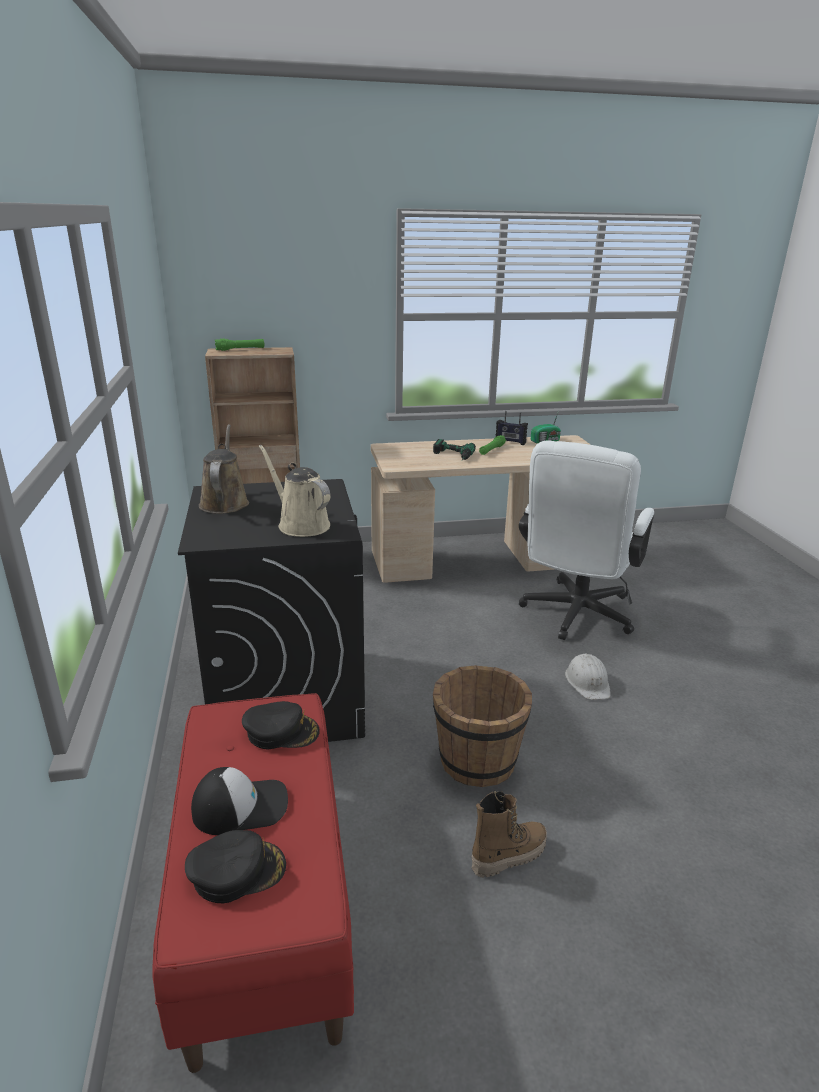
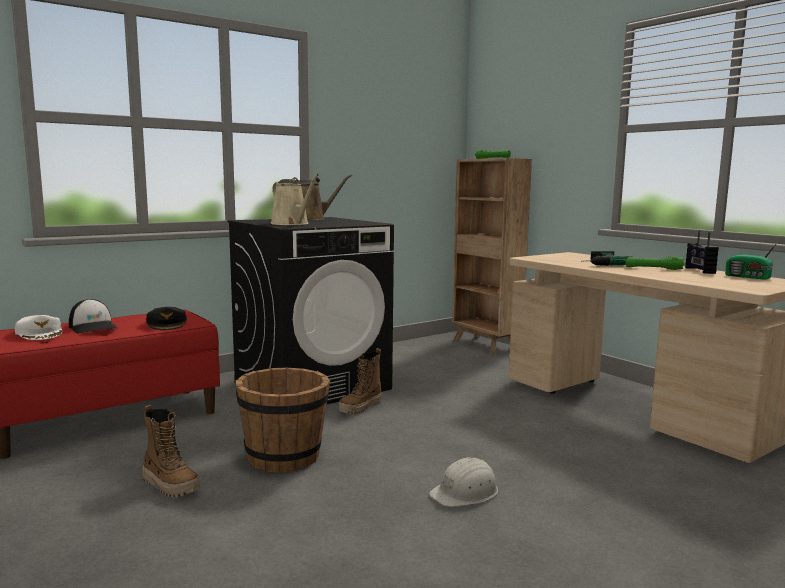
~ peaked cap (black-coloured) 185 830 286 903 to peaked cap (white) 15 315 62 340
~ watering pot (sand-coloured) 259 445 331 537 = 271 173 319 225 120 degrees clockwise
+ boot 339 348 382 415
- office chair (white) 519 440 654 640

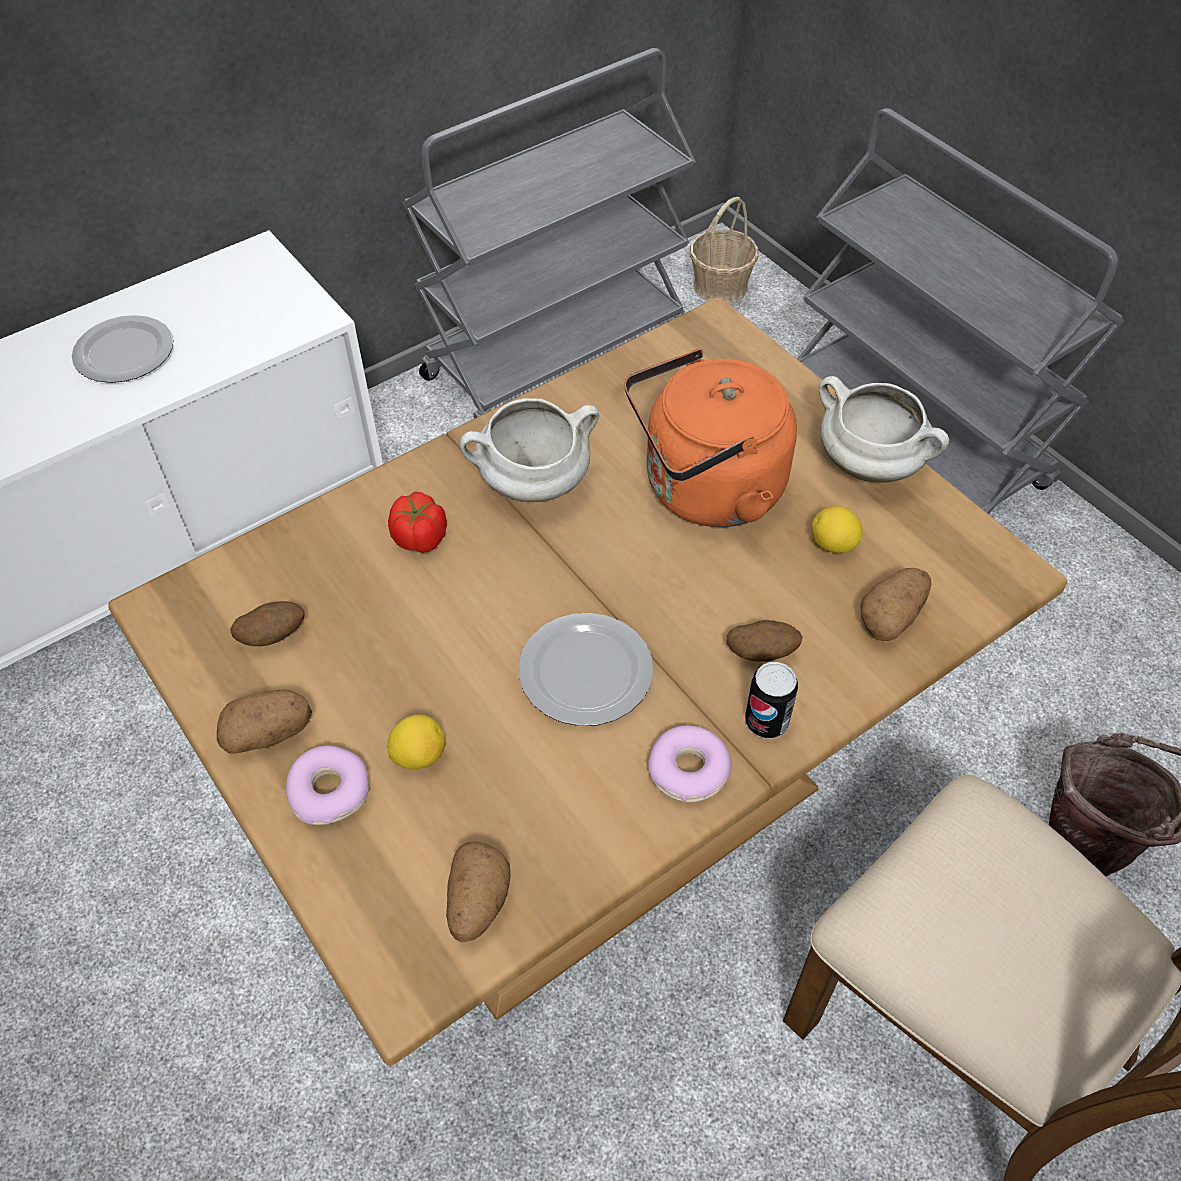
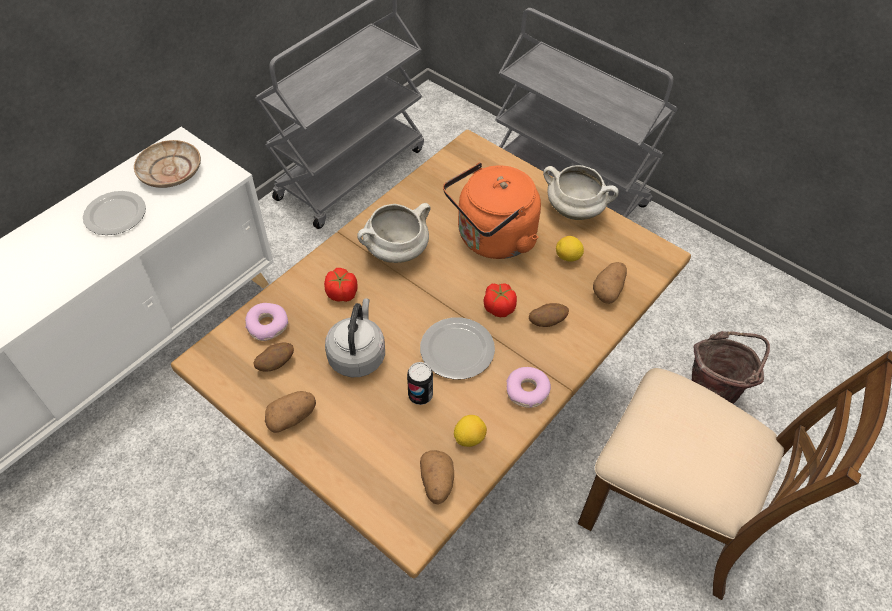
+ flat dish (sand-coloured) 134 140 201 188
~ doughnut 285 745 369 825 to 245 303 288 341
+ kettle (greyish) 325 298 385 377
~ metal can 745 662 798 739 to 407 362 433 405
~ lemon 387 715 445 769 to 454 415 487 447
+ whole tomato 484 283 517 317
- storage basket 690 197 758 304

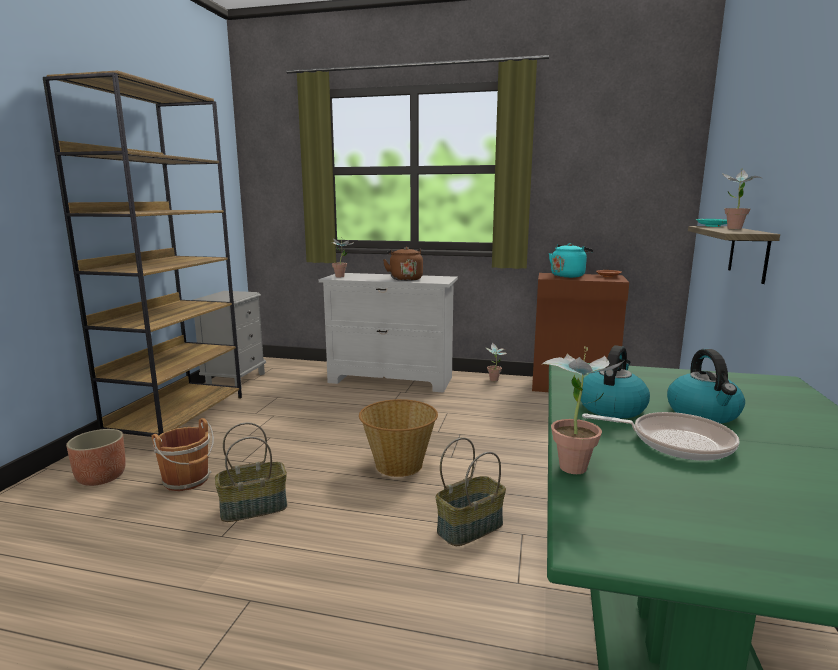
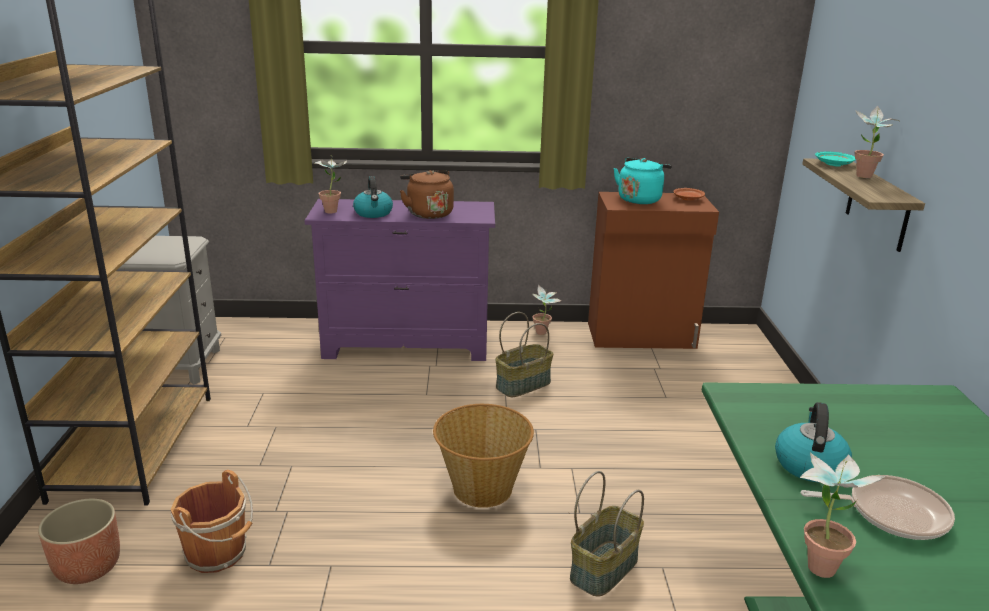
~ drawer chest (white) 319 273 458 393 to drawer chest (purple-coloured) 304 199 495 361
~ kettle 667 349 745 423 to 353 176 393 218
~ storage basket 215 422 287 522 to 495 312 554 397

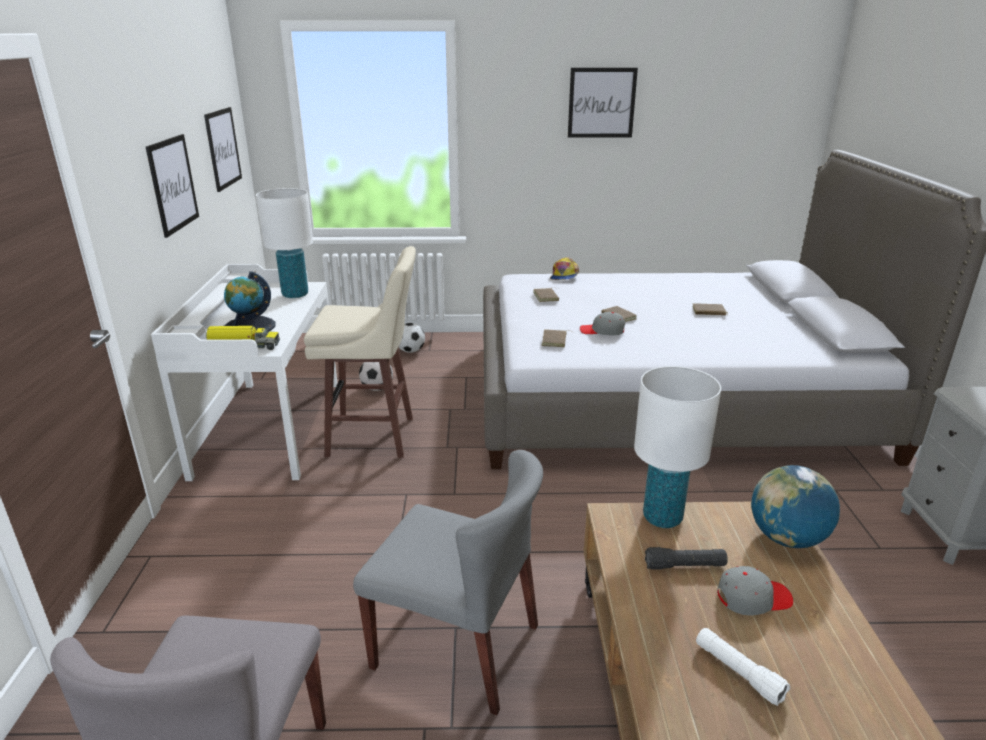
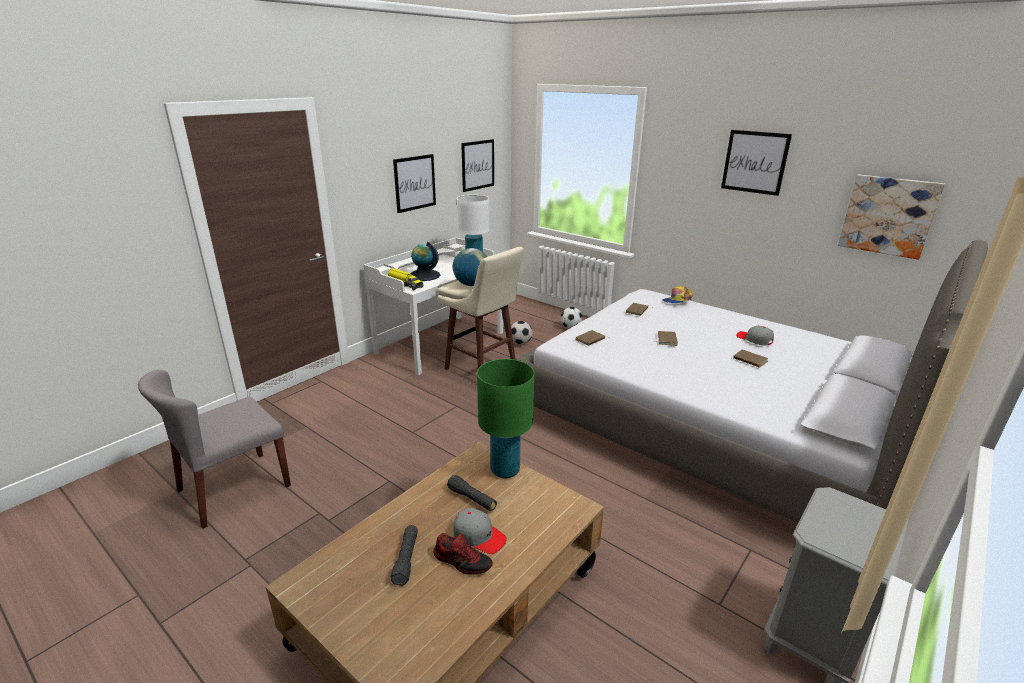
~ torch (white) 696 628 790 706 to torch (black-coloured) 391 525 418 586
+ shoe 433 533 493 575
~ world globe 751 465 840 548 to 453 248 487 286
~ lamp for a table (white) 634 366 721 528 to lamp for a table (greenish) 477 359 535 478
~ peaked cap (greyish) 580 312 625 336 to 736 326 774 346
+ picture 838 175 945 260
- upright chair (greyish) 353 450 543 715

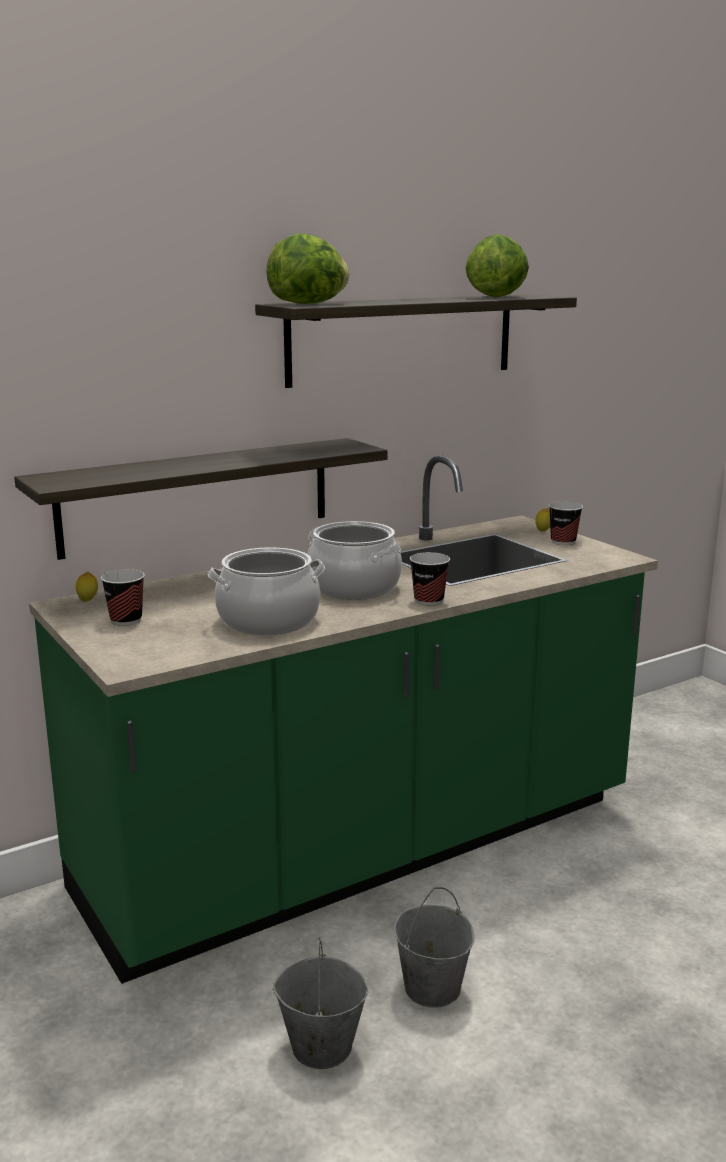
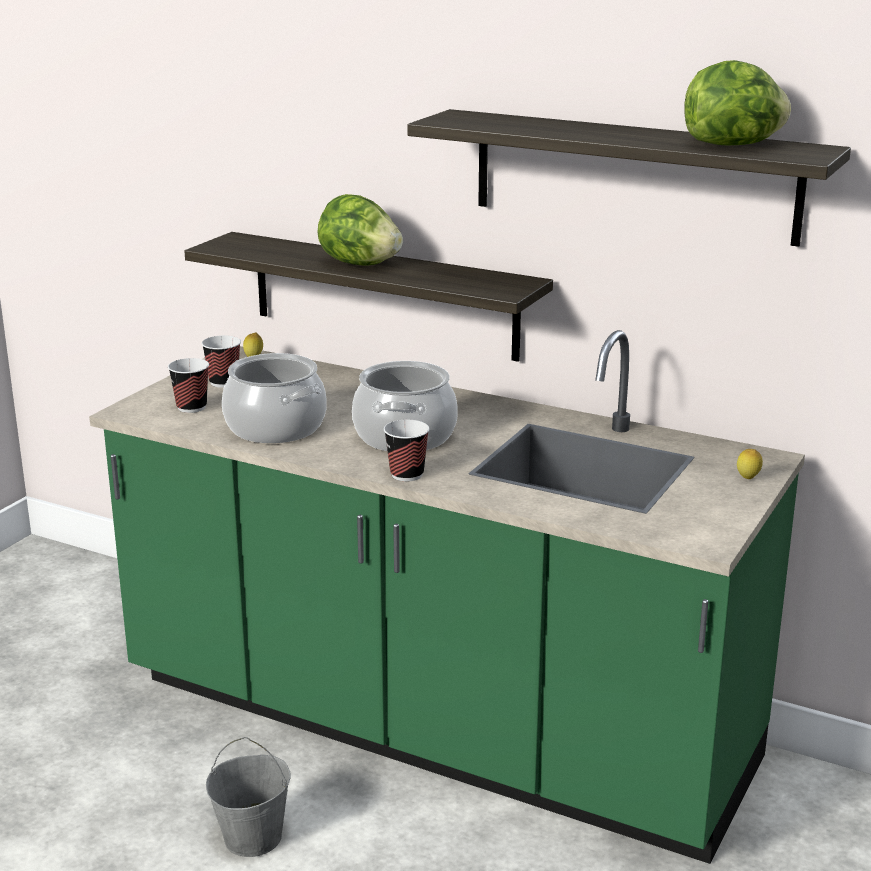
~ small cup 549 501 583 545 to 168 358 209 413
~ lettuce head 266 234 350 304 to 317 194 403 265
- bucket (greyish) 273 938 368 1069

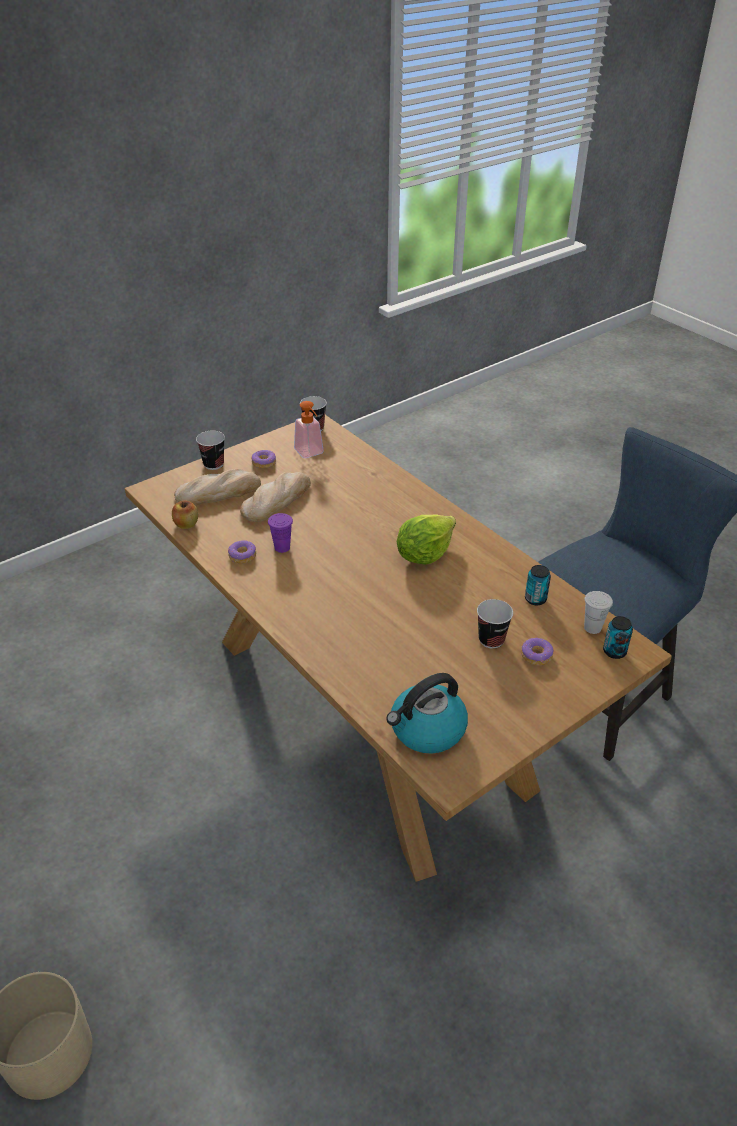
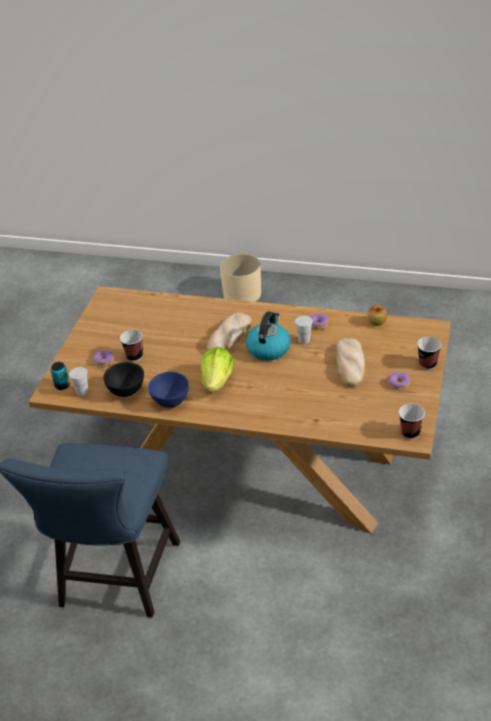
~ metal can 525 565 551 606 to deep dish (black-coloured) 103 362 144 397
+ deep dish (bluish) 148 371 189 408
~ bread 174 469 261 506 to 206 312 252 351
~ kettle 386 673 468 753 to 246 311 291 361
~ small cup (purple-coloured) 268 513 293 553 to small cup (white) 295 316 313 344
- soap dispenser 294 401 324 458

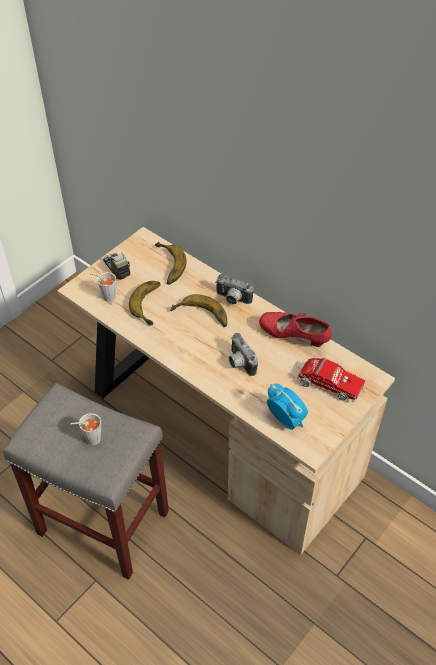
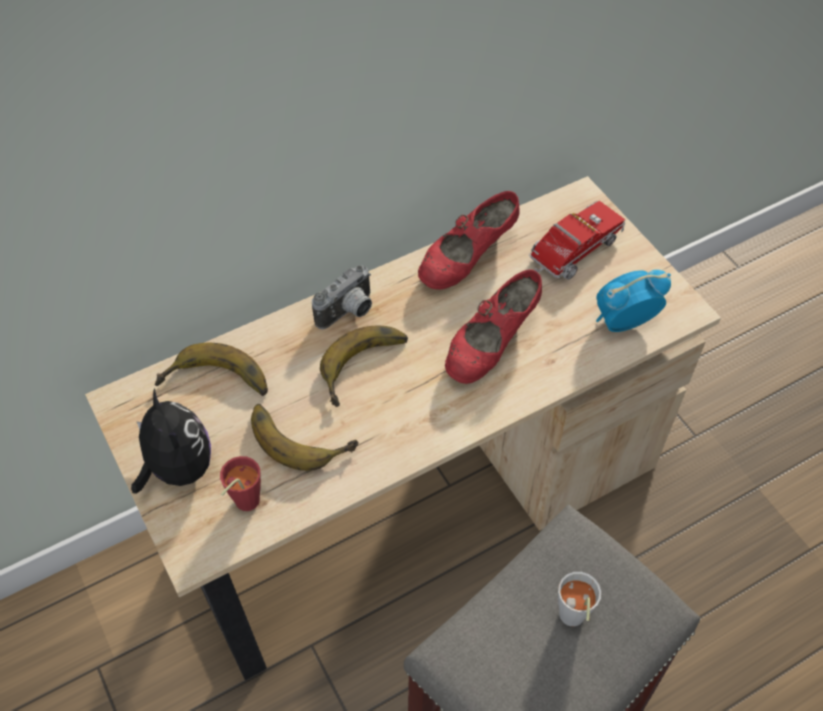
~ toy truck 103 253 130 280 to plush toy 131 388 211 494
~ small cup (greyish) 89 272 116 302 to small cup (red) 220 456 261 511
~ photo camera 229 333 258 376 to shoe (red) 445 269 542 384

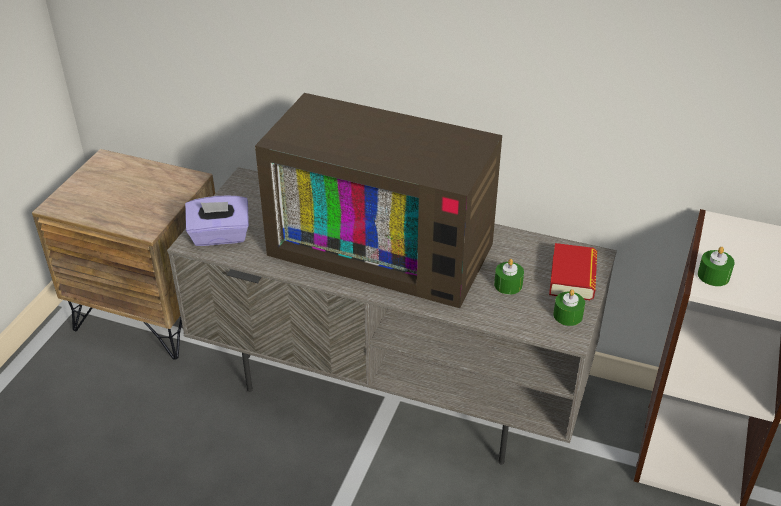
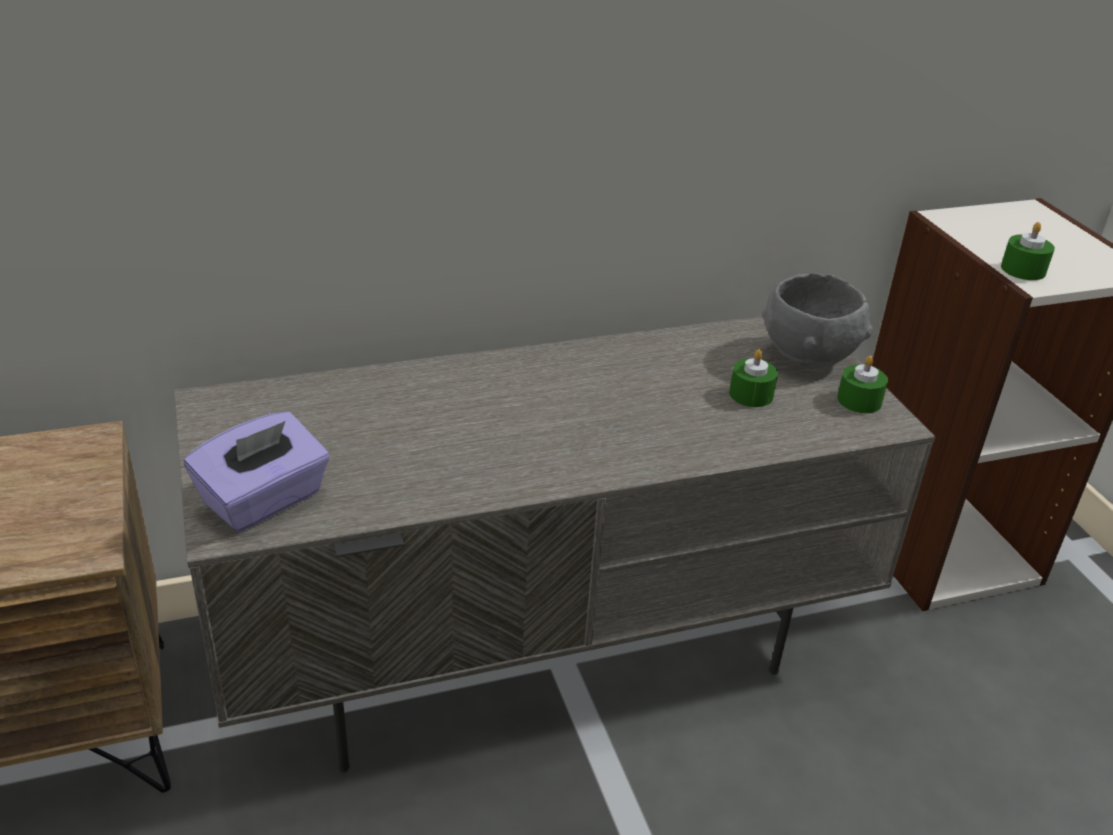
~ bound book 549 243 597 300 to deep dish (greyish) 762 273 873 367
- television 255 93 502 308

